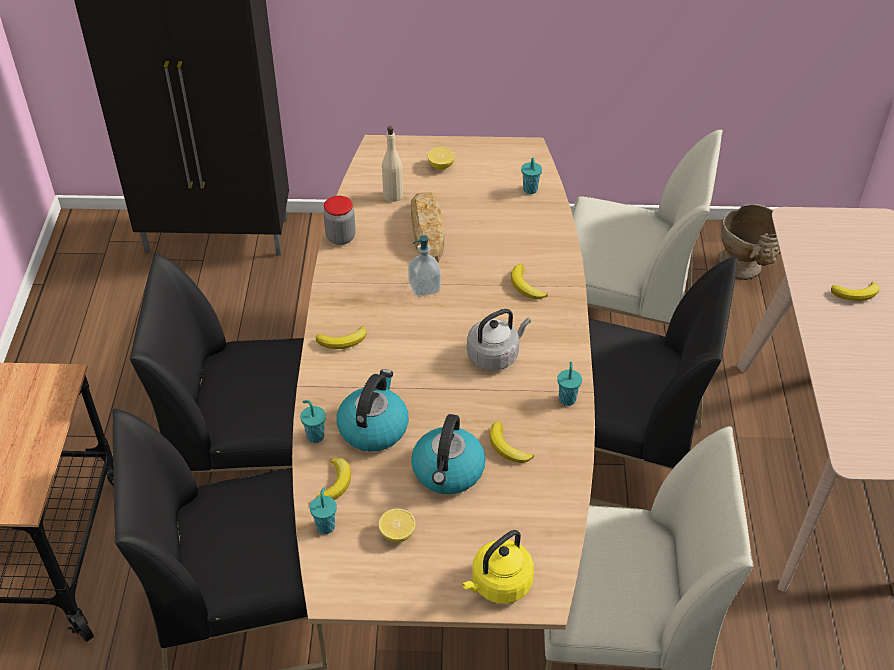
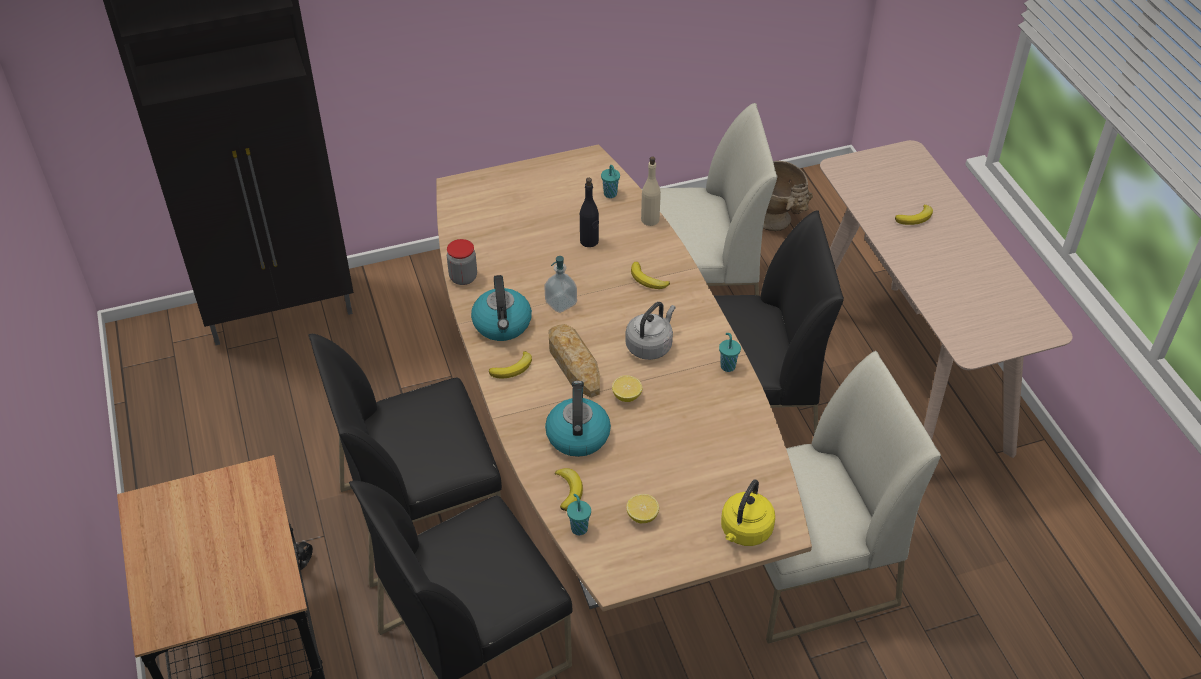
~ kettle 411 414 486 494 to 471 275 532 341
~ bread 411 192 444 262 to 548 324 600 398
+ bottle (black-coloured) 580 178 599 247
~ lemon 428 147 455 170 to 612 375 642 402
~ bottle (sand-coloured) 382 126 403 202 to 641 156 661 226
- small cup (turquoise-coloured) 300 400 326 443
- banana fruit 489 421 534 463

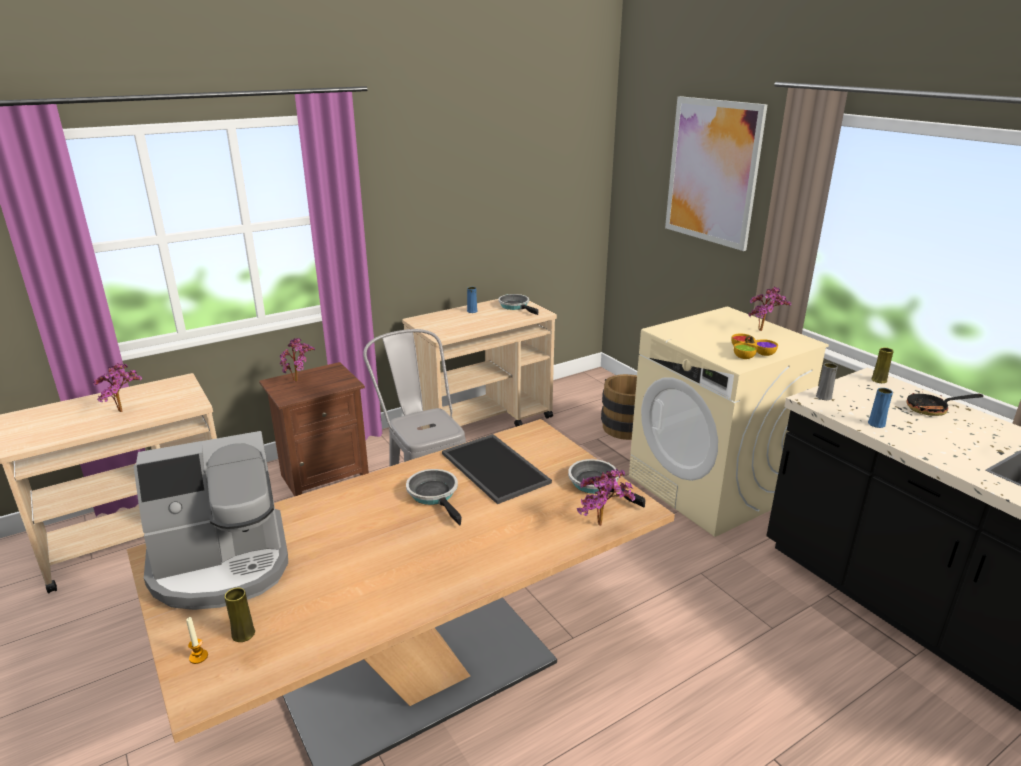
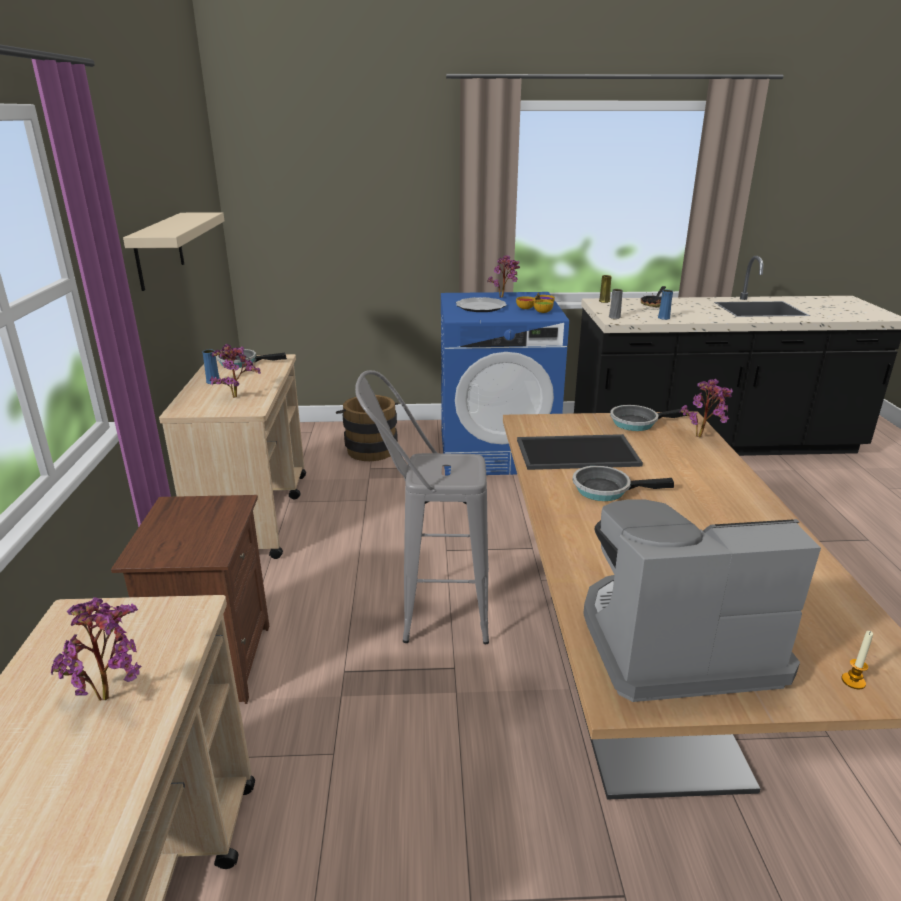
+ shelf (sand-coloured) 123 212 224 291
~ houseplant 280 338 315 382 to 210 344 261 398
~ washing machine (sand-coloured) 629 306 829 537 to washing machine (bluish) 441 292 569 476
+ flat dish 456 297 506 312
~ coffee brewer 134 431 288 610 = 583 499 821 702 105 degrees counterclockwise
- flower vase (yellowish) 225 588 255 642
- picture 665 96 768 251

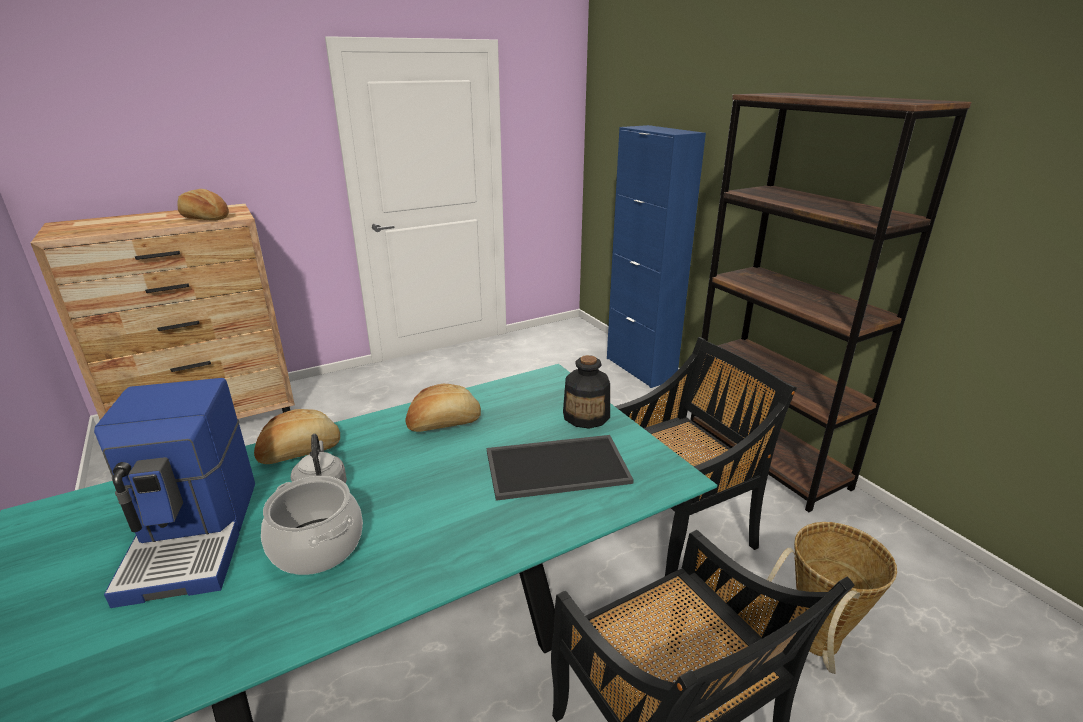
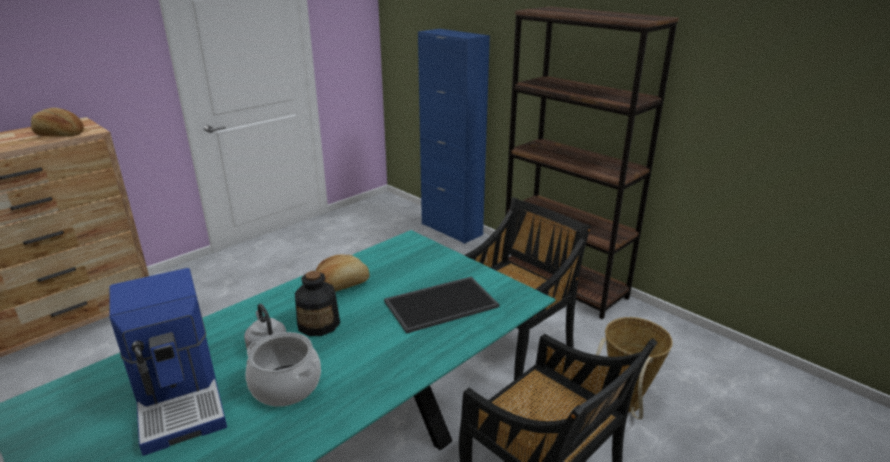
~ bottle 563 355 610 429 to 295 271 340 336
- bread 254 409 340 464

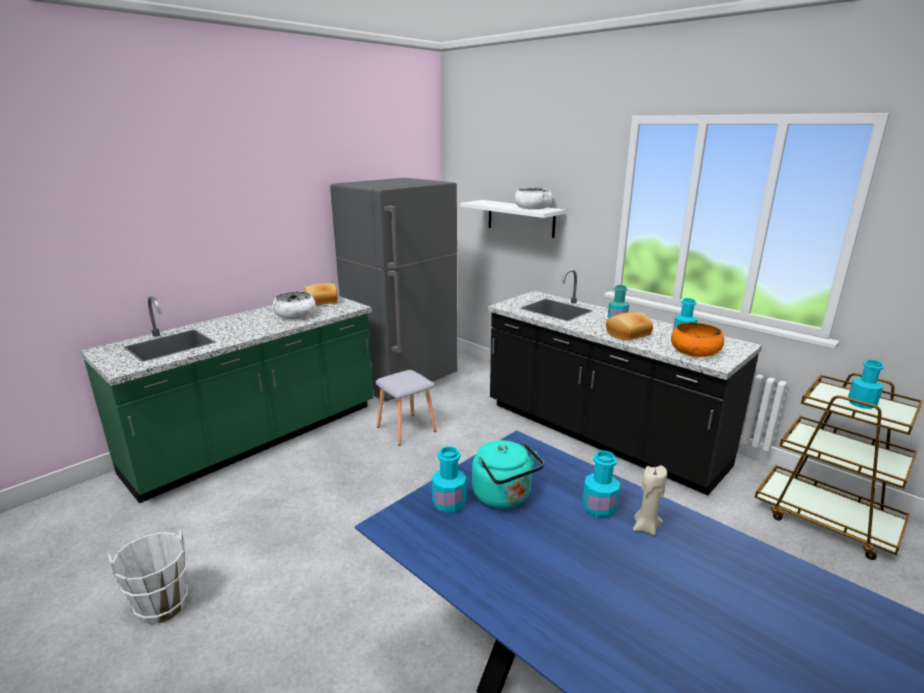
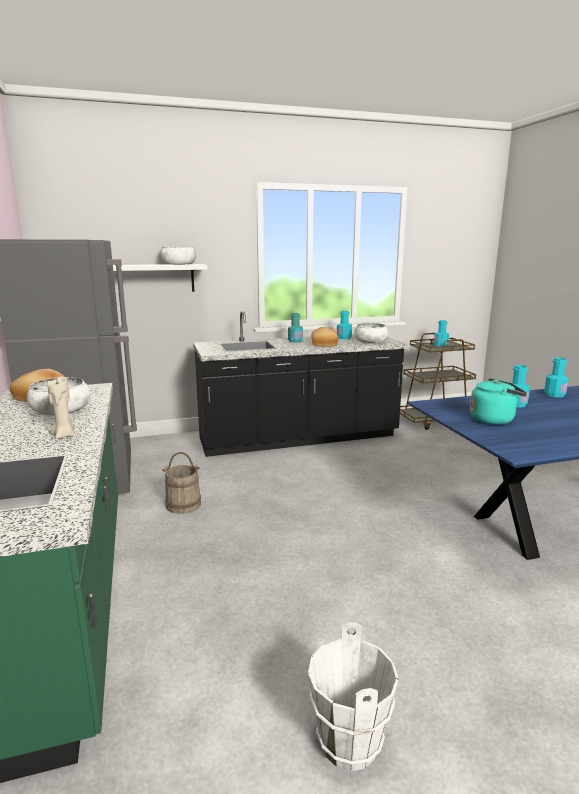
~ wax candle (sand-coloured) 633 466 667 536 to 48 377 75 439
~ stool seat (greyish) 375 370 437 446 to bucket (sand-coloured) 162 452 201 514
~ deep dish (orangey) 671 322 724 357 to deep dish (white) 354 323 388 343
~ bottle (turquoise-coloured) 432 446 467 513 to 544 358 569 397

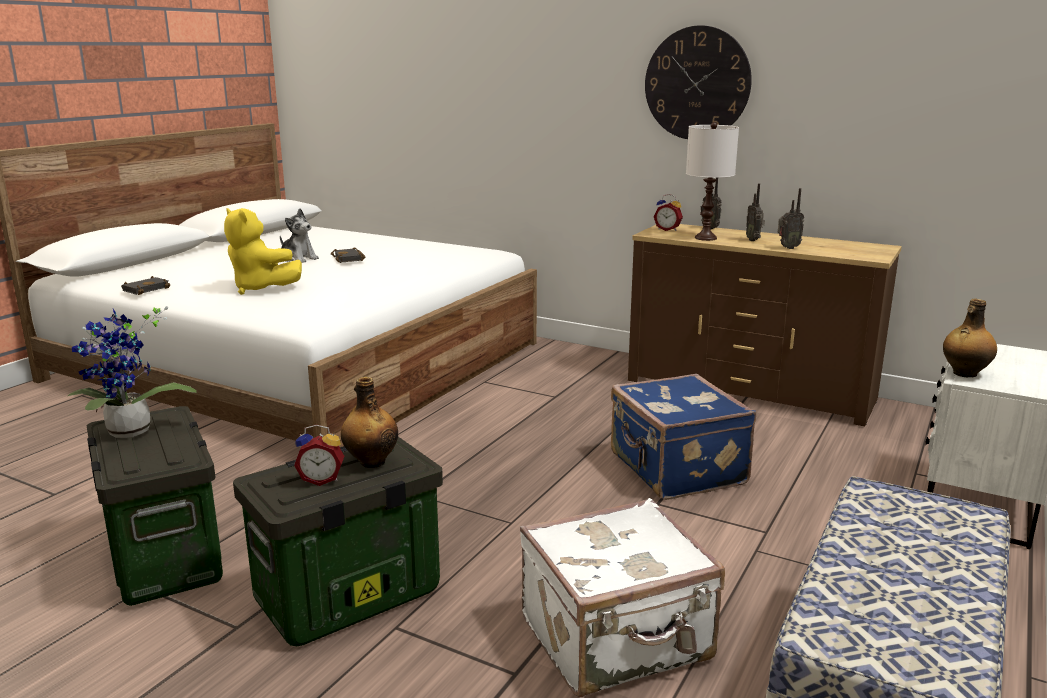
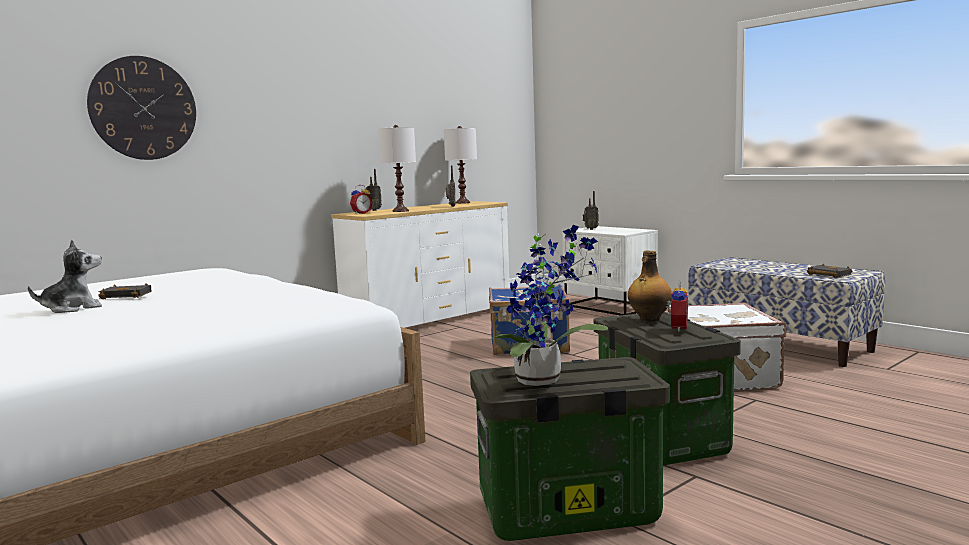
~ clock on the wall 645 25 752 139 to 87 56 196 160
~ drawer chest (brown-coloured) 628 224 902 426 to drawer chest (white) 331 201 510 328
+ lamp for a table (white) 444 126 477 204
~ radio receiver 746 183 765 241 to 583 191 599 230
~ bound book (black-coloured) 121 276 170 295 to 807 264 852 278
- plush toy (yellowish) 224 208 302 295
- bottle 943 299 997 377

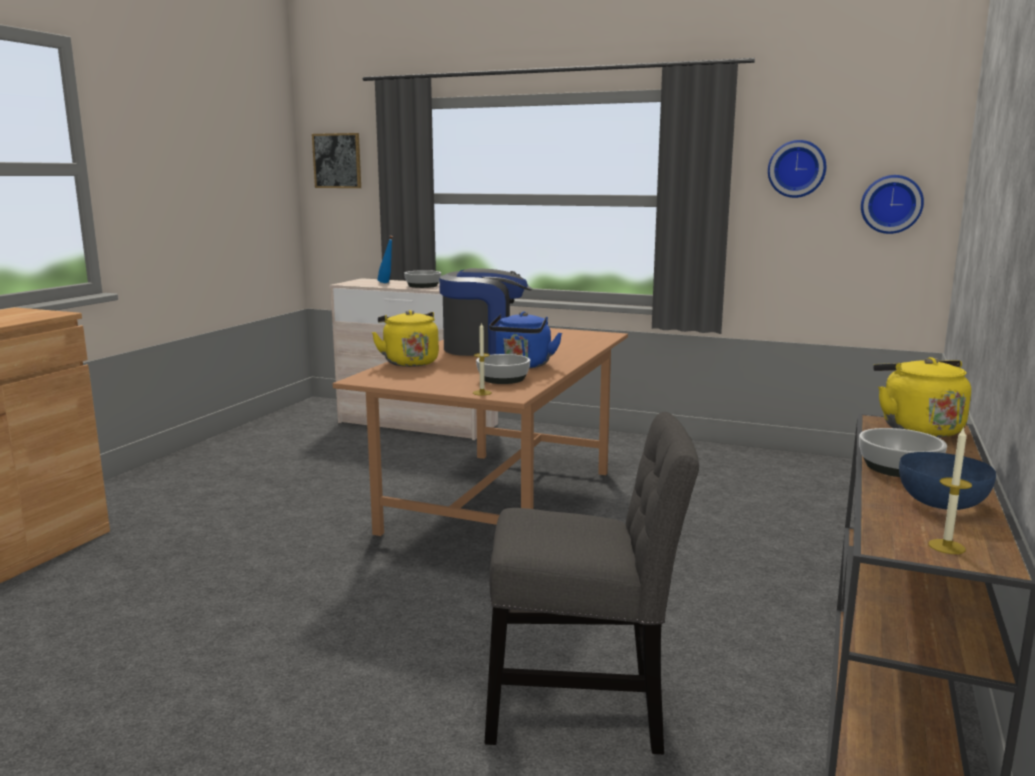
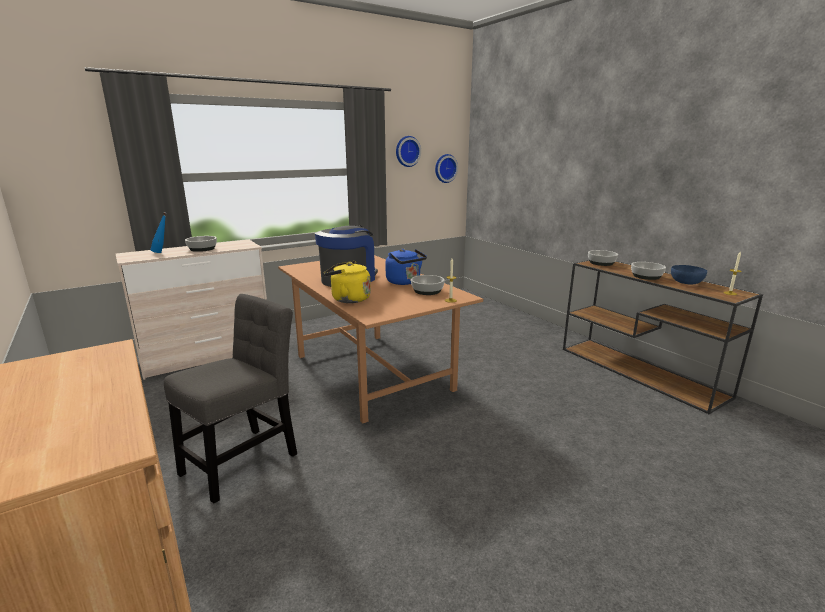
~ upright chair (greyish) 484 411 699 754 to 164 294 297 504
~ kettle (yellowish) 873 357 971 437 to deep dish 588 250 618 266
- picture 312 133 361 188

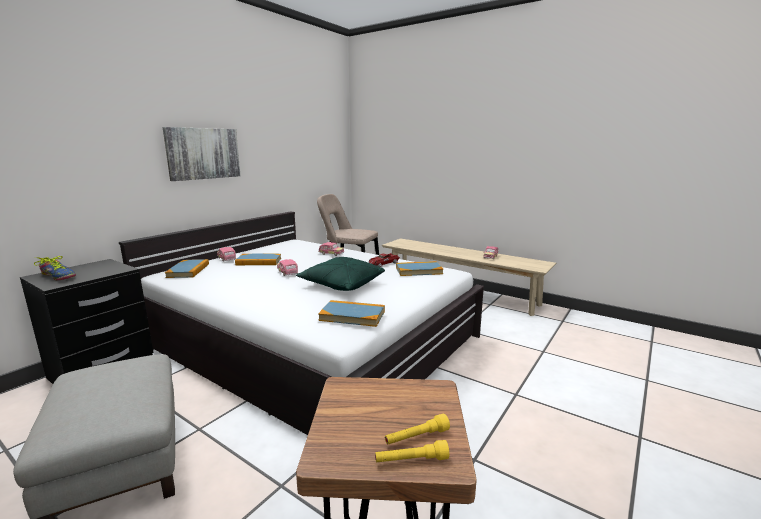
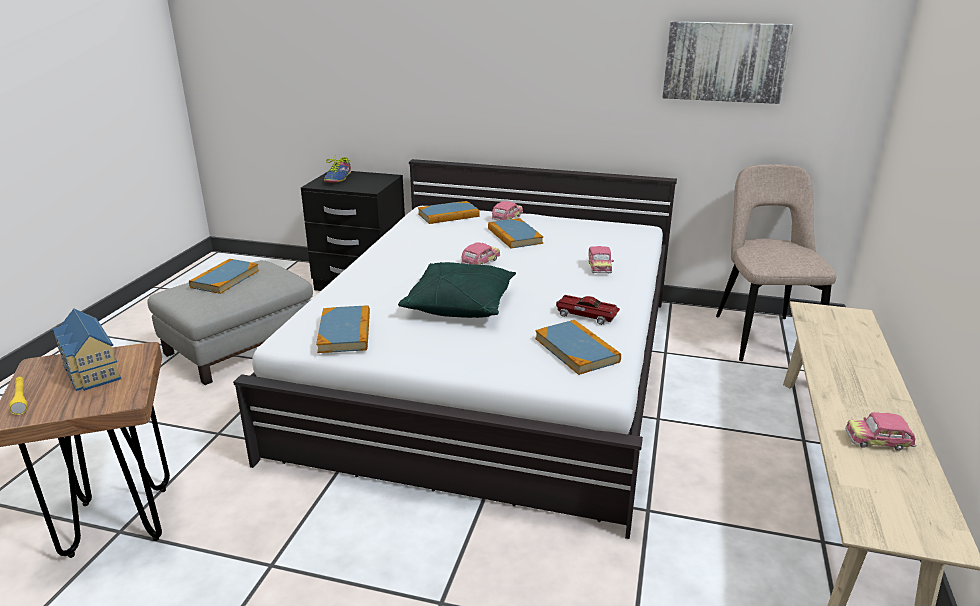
+ toy house 52 309 121 391
+ bound book 189 259 259 294
~ picture 163 127 240 181 to 662 21 793 104
- torch (yellowish) 385 413 450 444

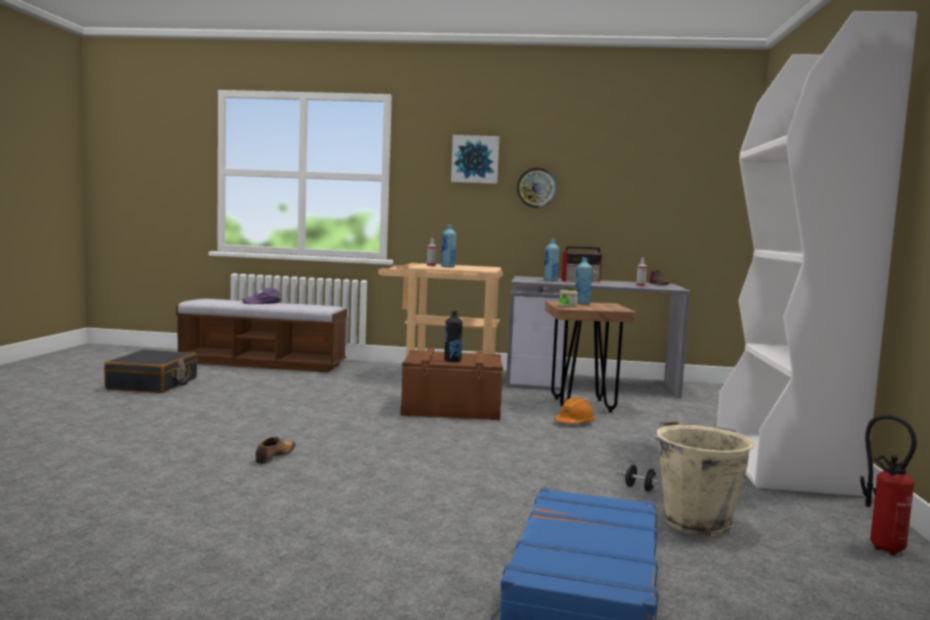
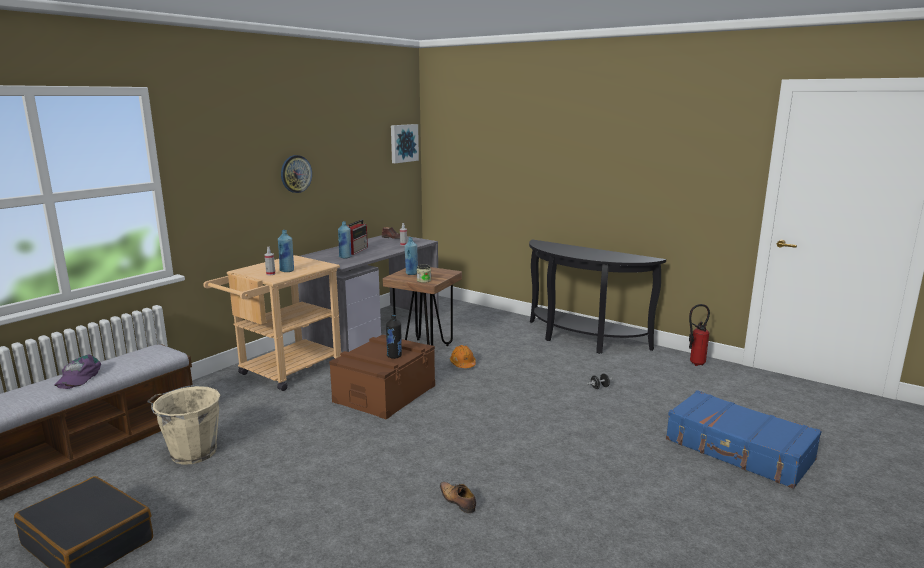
~ bucket (sand-coloured) 653 421 754 537 to 147 385 220 465
~ picture 451 135 499 184 to 391 124 419 163
~ bookshelf (white) 717 11 917 496 to narrow table (black-coloured) 529 239 666 354

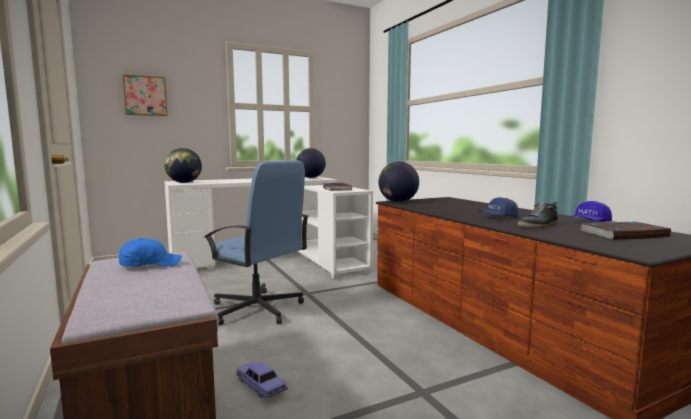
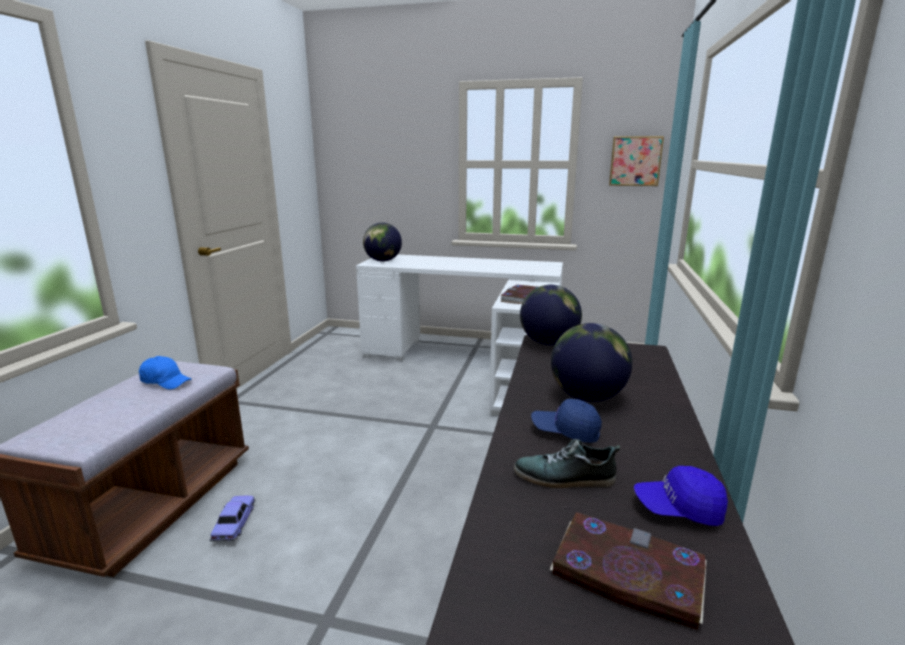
~ world globe 296 148 326 178 to 551 323 632 402
~ picture 123 74 168 116 to 609 136 664 186
- office chair (bluish) 204 160 308 325

